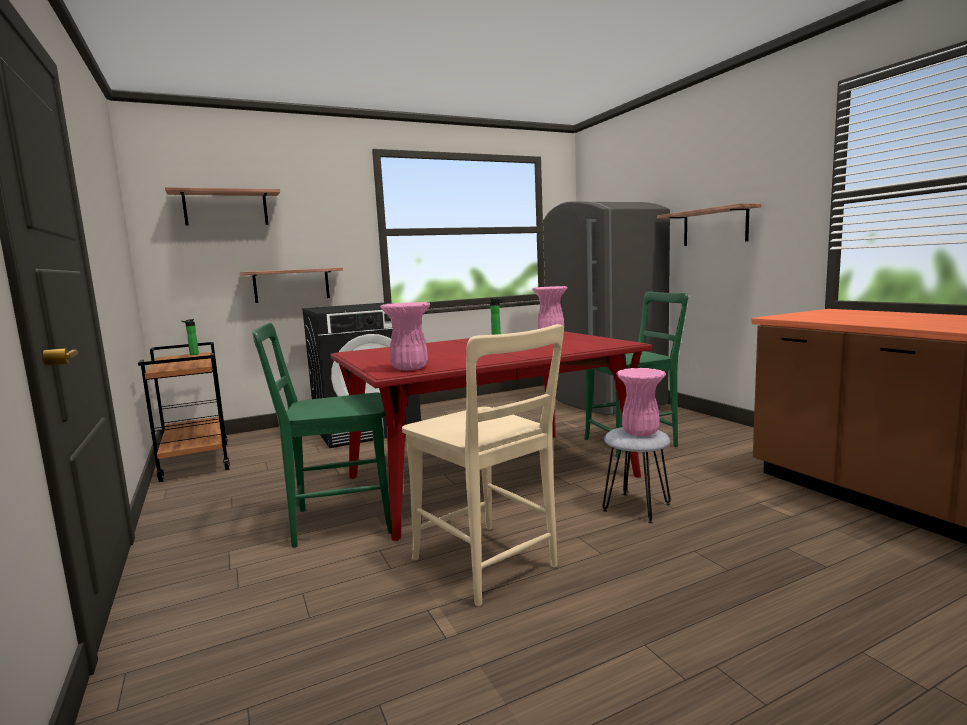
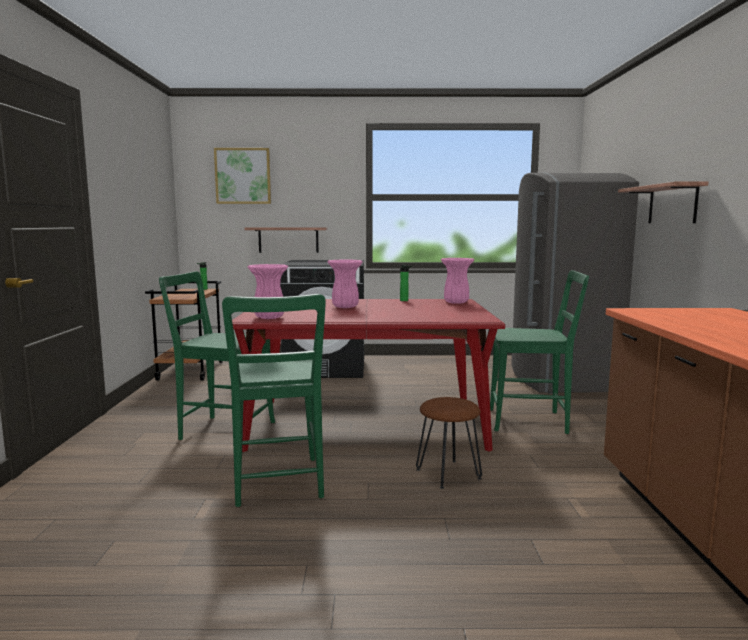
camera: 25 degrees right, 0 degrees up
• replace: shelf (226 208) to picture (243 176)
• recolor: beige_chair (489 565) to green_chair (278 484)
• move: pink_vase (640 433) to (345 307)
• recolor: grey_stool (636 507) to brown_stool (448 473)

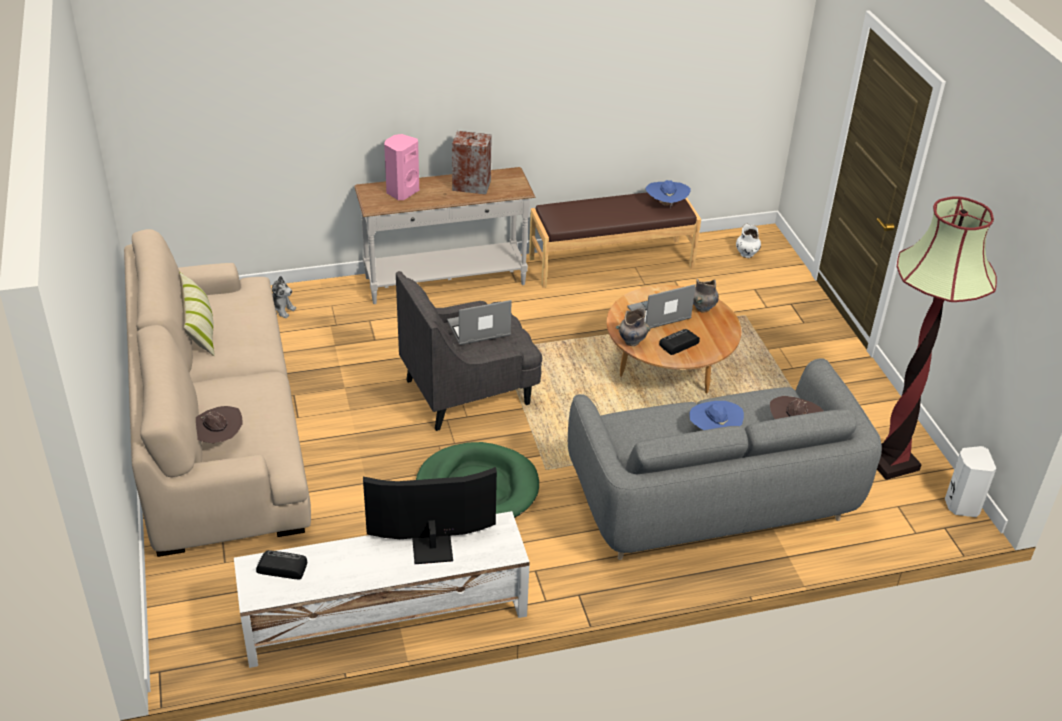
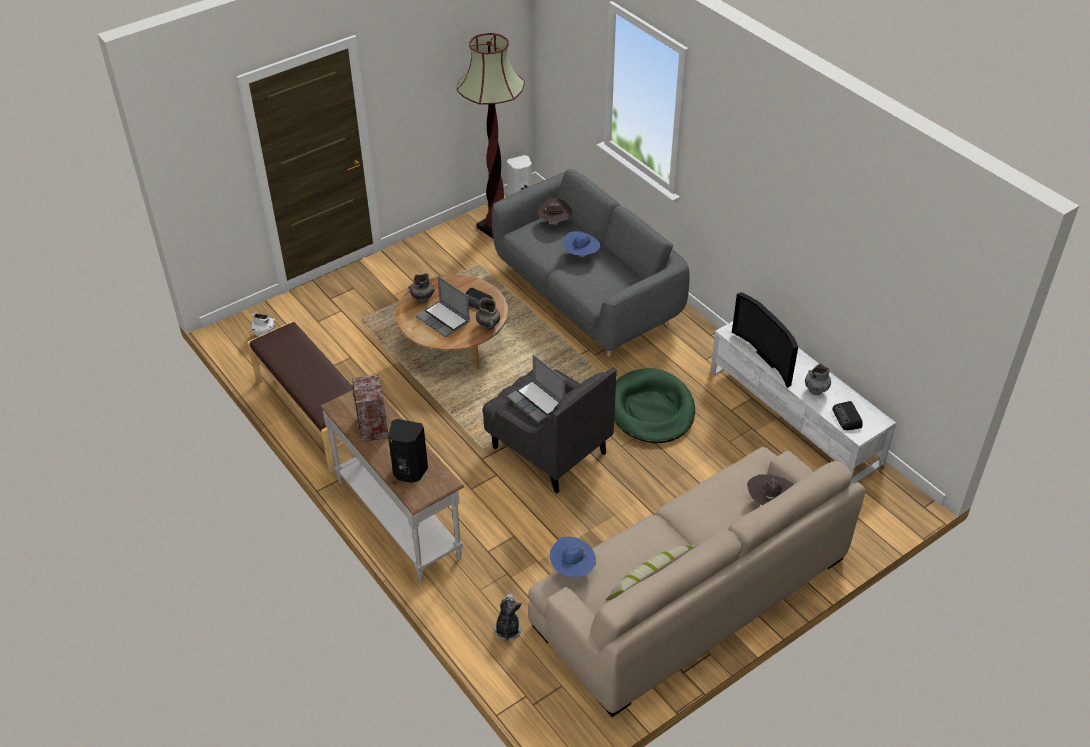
camera: 110 degrees left, 5 degrees up
• recolor: pink_speaker (401 192) to black_speaker (409 472)
• move: blue_hat (666 205) to (572 569)
• insert: grey_vase (815 390)

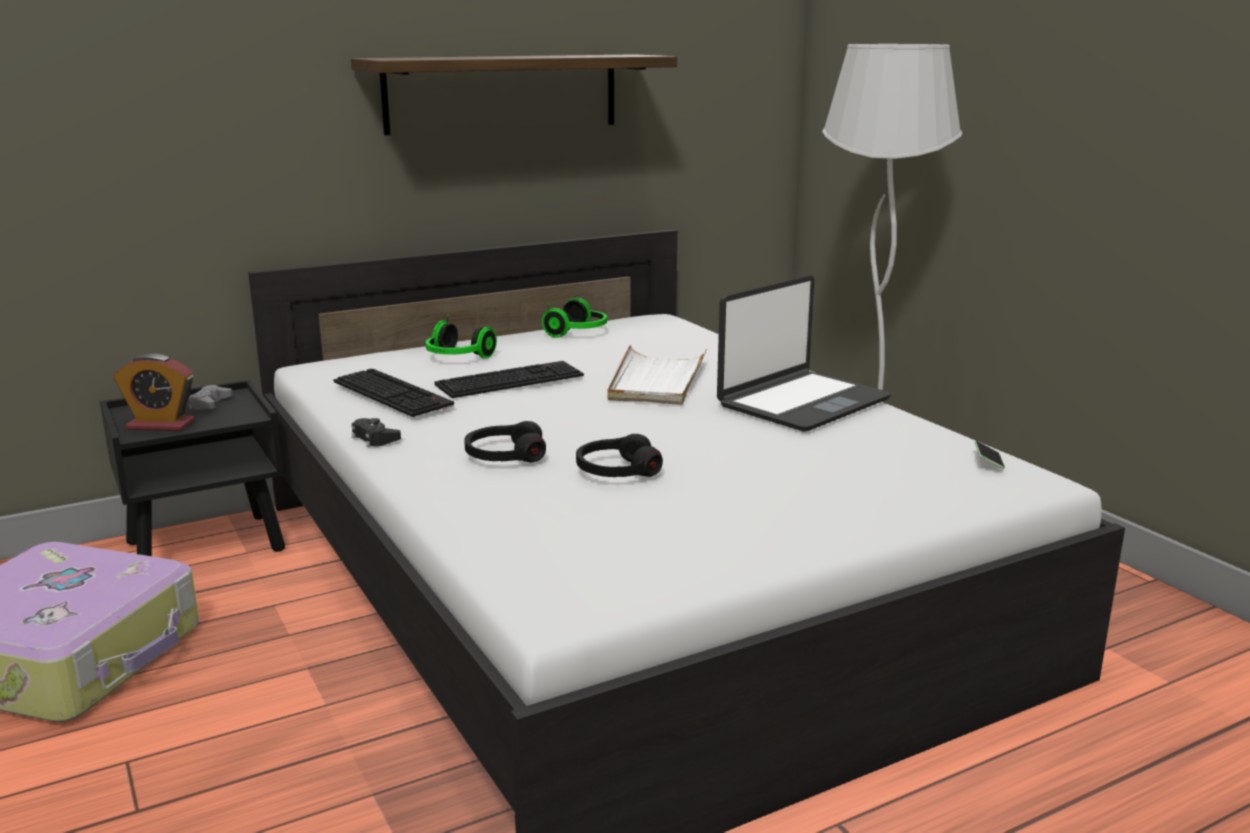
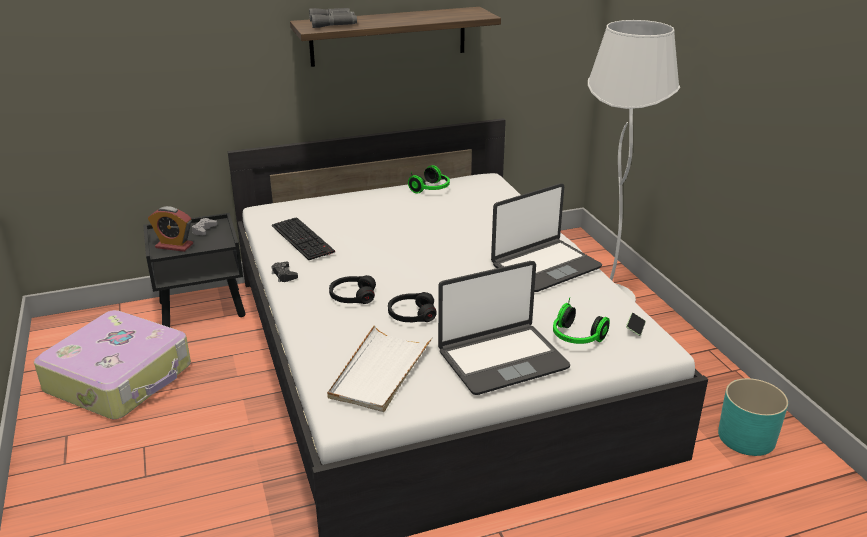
camera: 10 degrees right, 10 degrees up
• insert: grey_binoculars (334 23)
• move: white_tray (656 380) to (380 372)
• insert: laptop (502 359)
• move: headphones (456 358) to (576 338)
• insert: turquoise_planter (746 437)
• delete: keyboard (510 379)

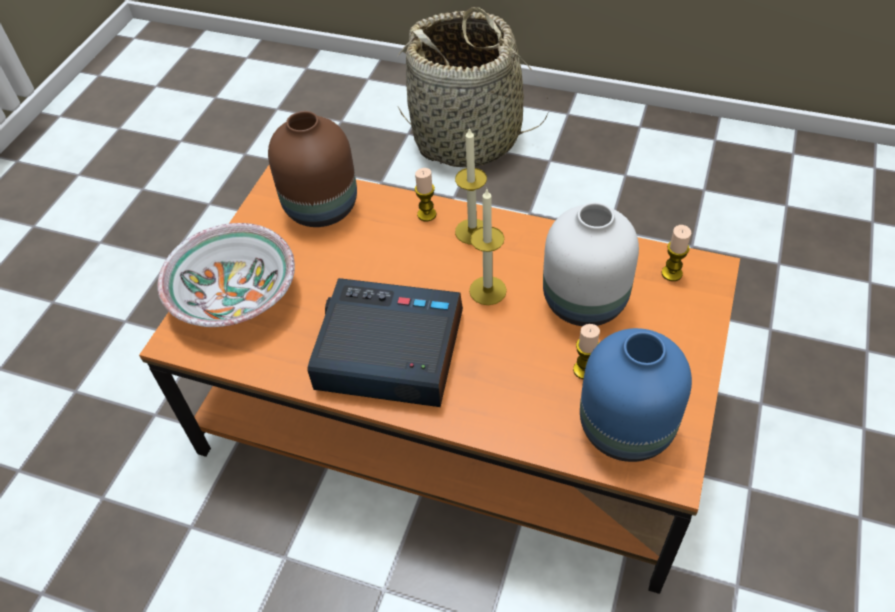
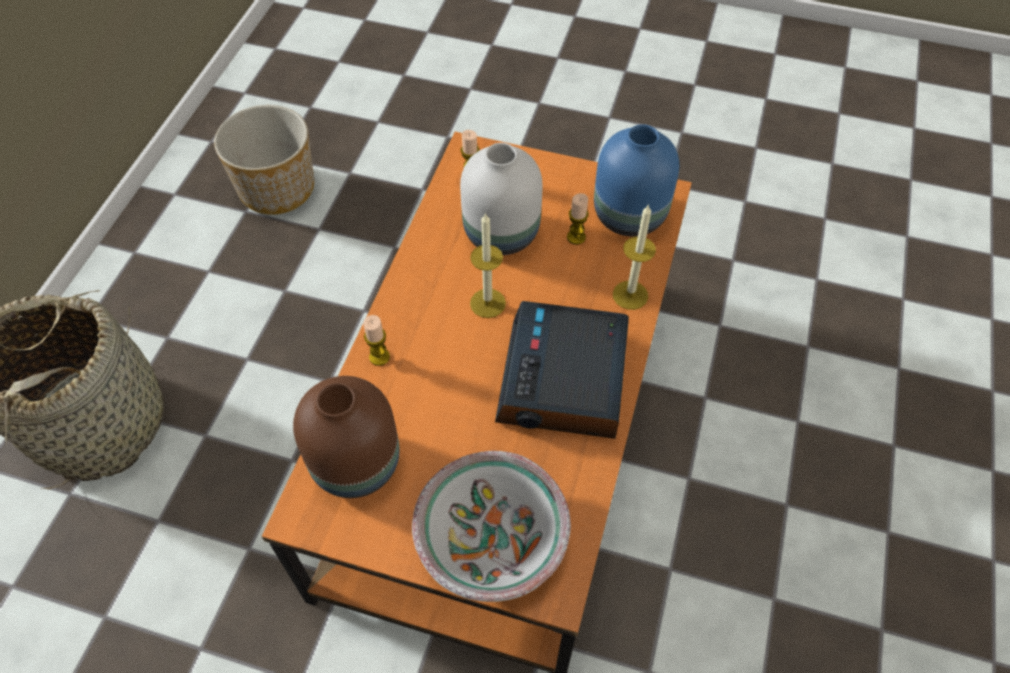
camera: 95 degrees left, 5 degrees up
• insert: planter (278 188)
• move: candle (472 231) to (630 295)

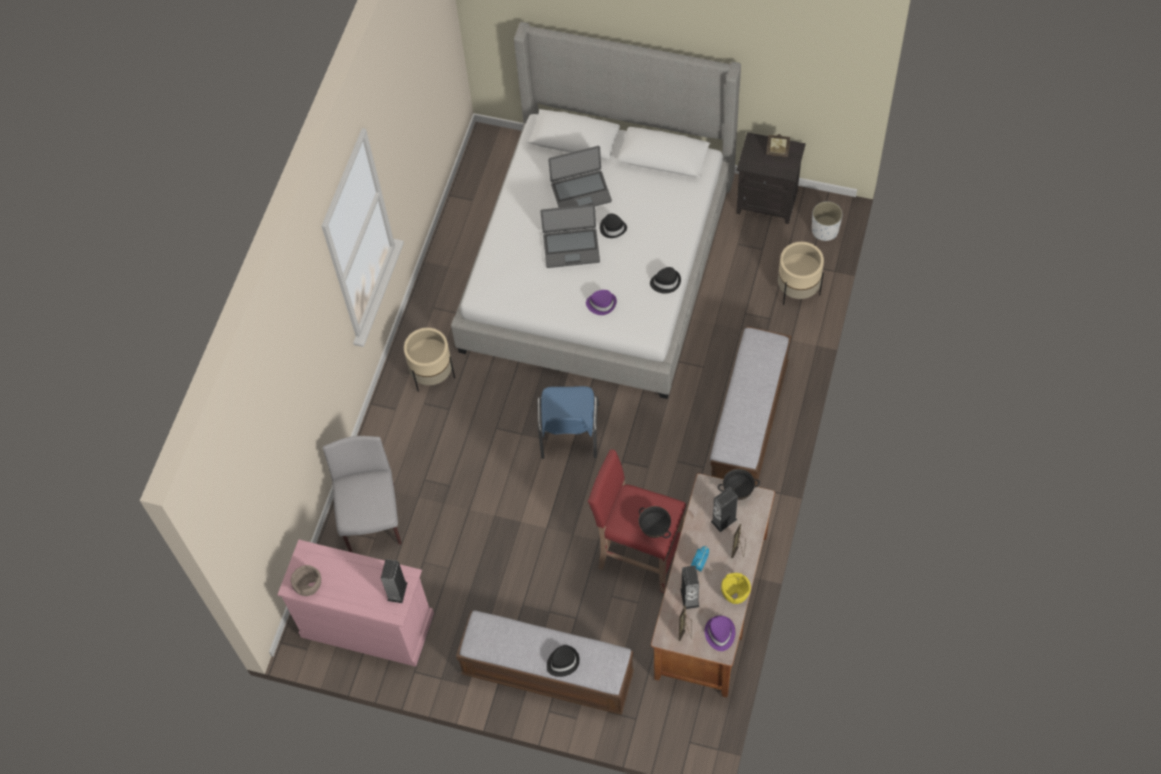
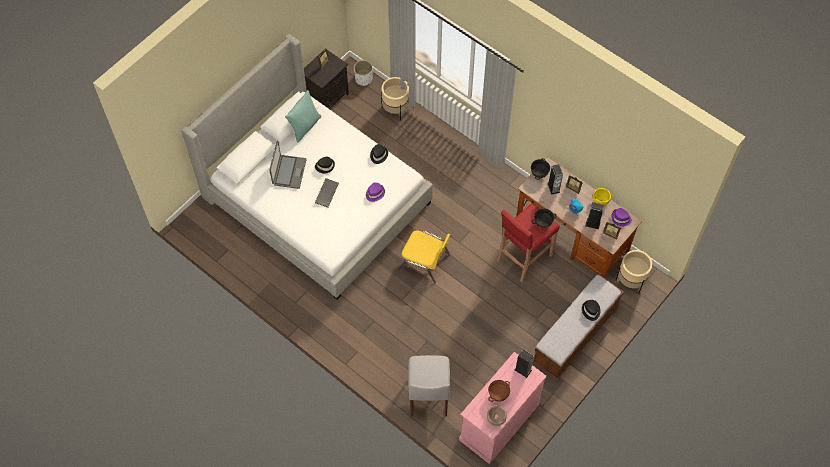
camera: 70 degrees left, 0 degrees up
• insert: turquoise_pillow (305 127)
• replace: laptop (571 247) to keyboard (326 192)
• recolor: blue_chair (569 432) to yellow_chair (425 262)
• rotate: grey_chair (372 519) = (428 393) 105 degrees counterclockwise
• insert: brown_bowl (498 394)
• move: beige_planter (432 375) to (631 281)
• delete: bench (749 423)

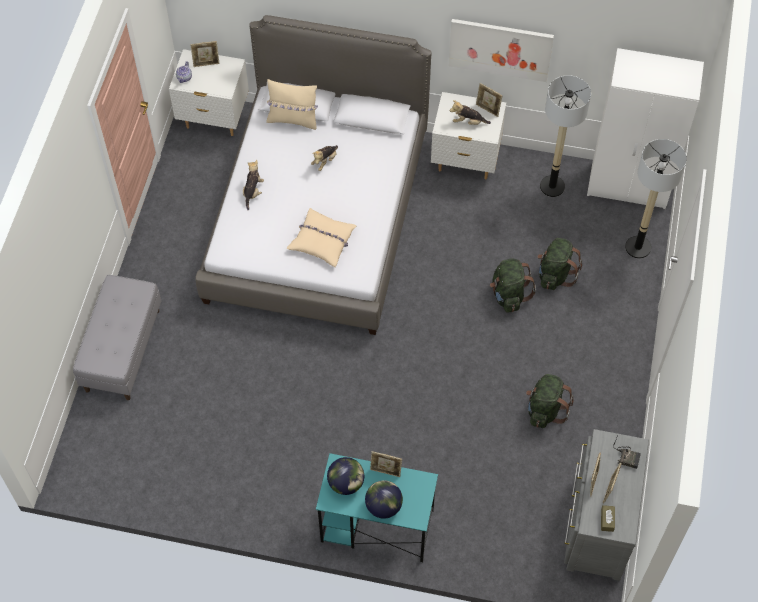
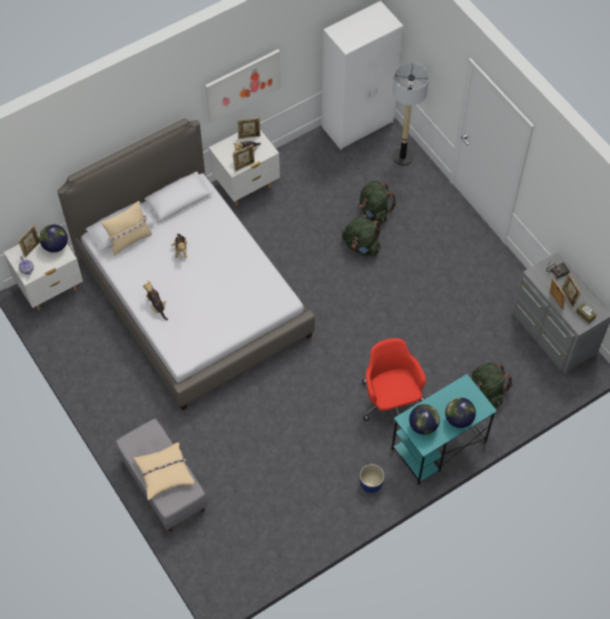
camera: 45 degrees left, 0 degrees up
• insert: globe (55 246)
• move: beige_pillow (322 241) to (164 473)
• move: picture_frame (385 471) to (244 166)
• insert: blue_planter (371 483)
• insert: red_office_chair (390 401)
• move: green_backpack (545 410) to (487 392)
• delete: floor_lamp (552 186)

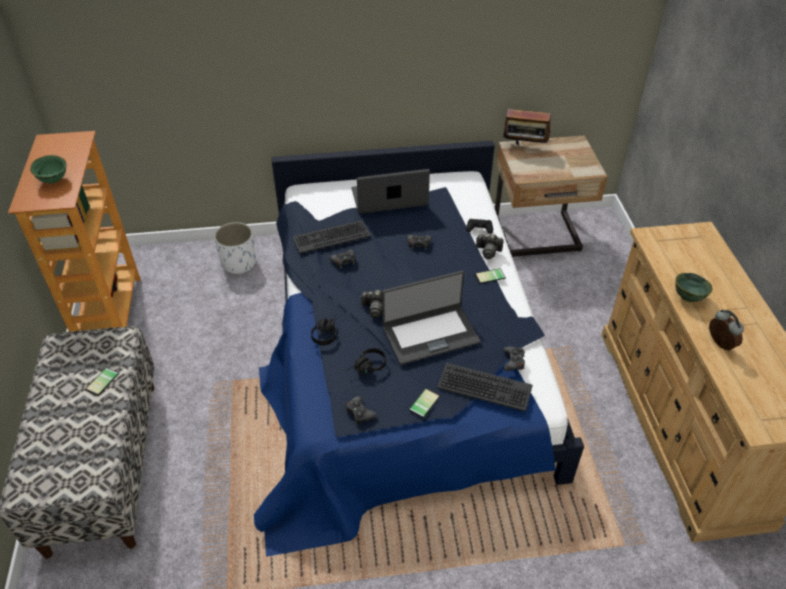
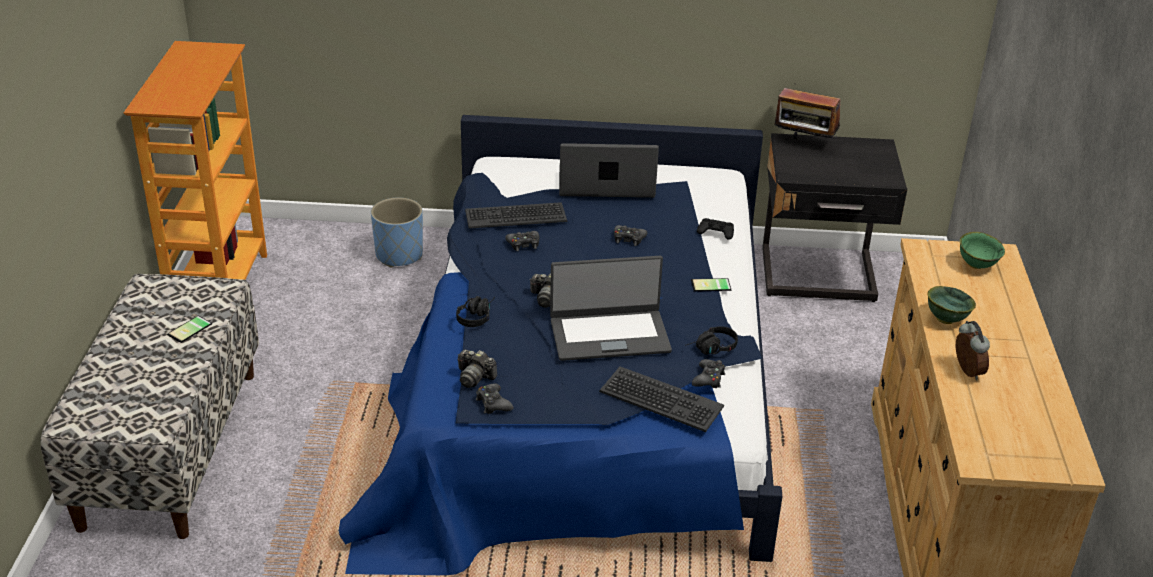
camera: 10 degrees right, 10 degrees down
• recolor: white_planter (239 263) to blue_planter (399 255)
• move: photo_camera (488 251) to (474 377)
• move: black_headphones (366 368) to (711 349)
• recolor: beige_nightstand (537 237) to black_nightstand (819 277)
• move: green_bowl (54 180) to (977 265)
• delete: phone (423 402)

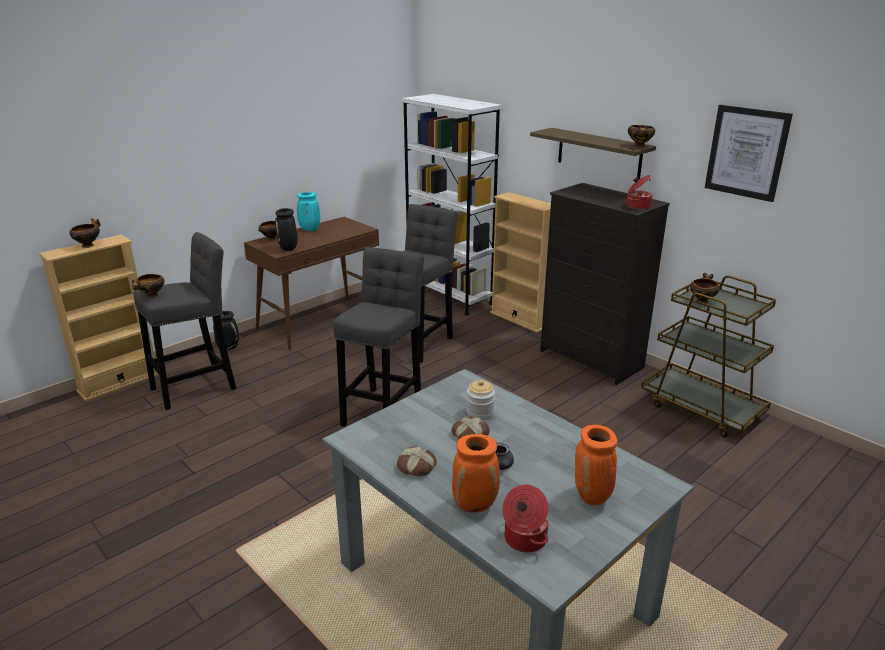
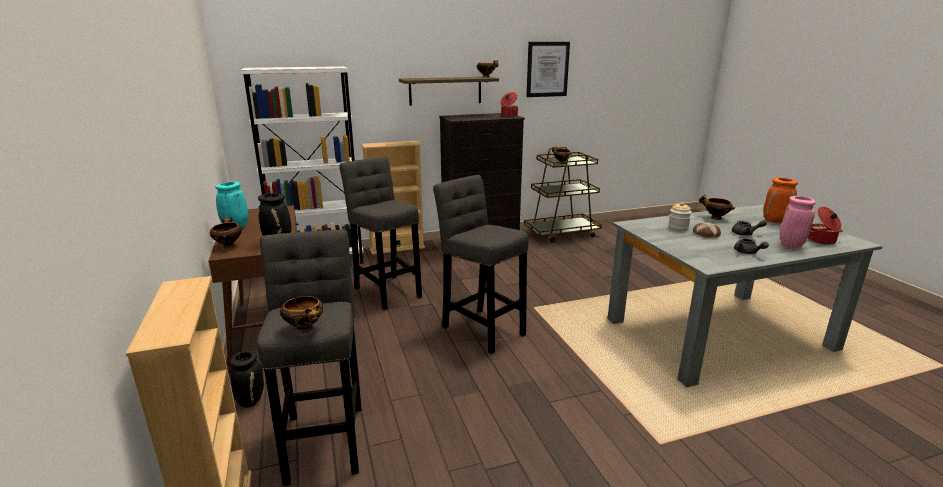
camera: 65 degrees left, 5 degrees down
• move: bowl (88 245) to (714 218)
• replace: bread (416 466) to grey_teapot (747 253)
• recolor: orange_vase (475 505) to pink_vase (790 245)

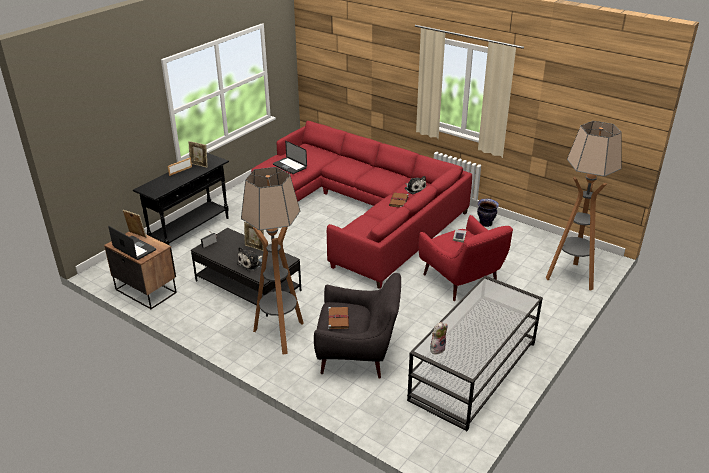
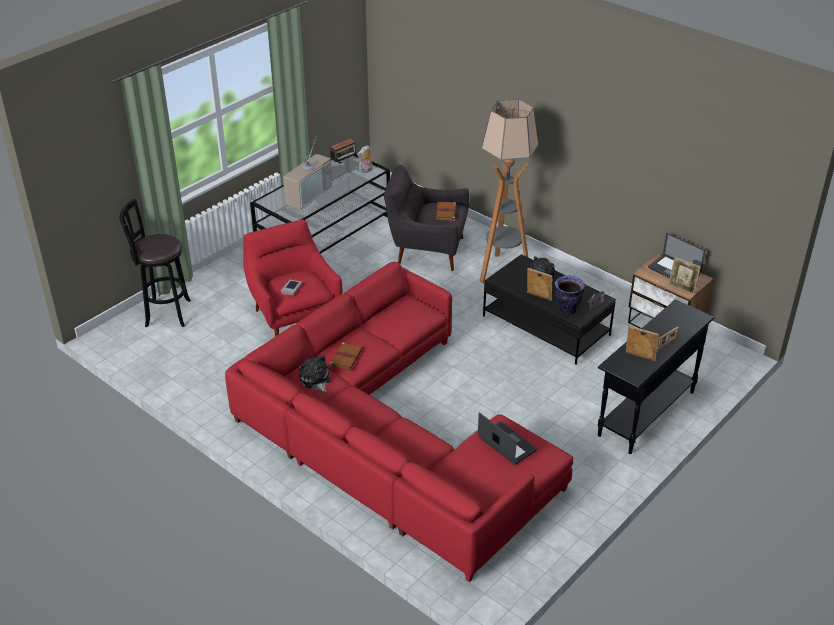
camera: 175 degrees left, 5 degrees up
• replace: floor_lamp (571 277) to black_stool (165 313)
• insert: television (307 193)
• insert: radio (344 162)
• move: vase (486 224) to (566 310)

